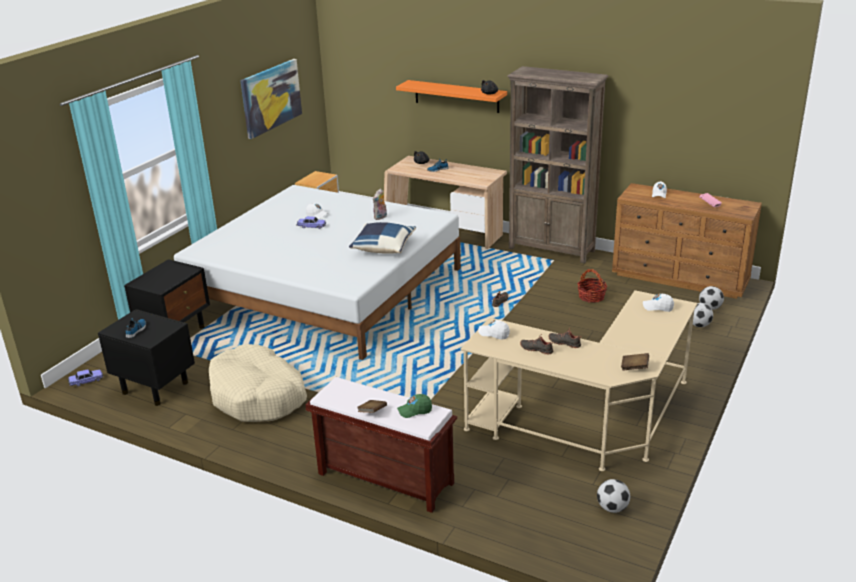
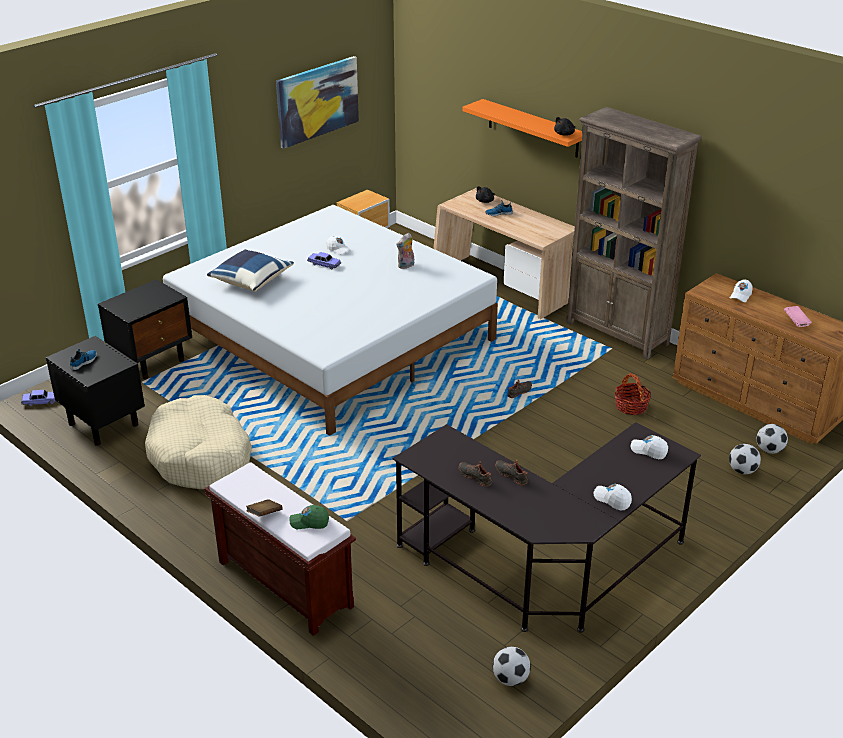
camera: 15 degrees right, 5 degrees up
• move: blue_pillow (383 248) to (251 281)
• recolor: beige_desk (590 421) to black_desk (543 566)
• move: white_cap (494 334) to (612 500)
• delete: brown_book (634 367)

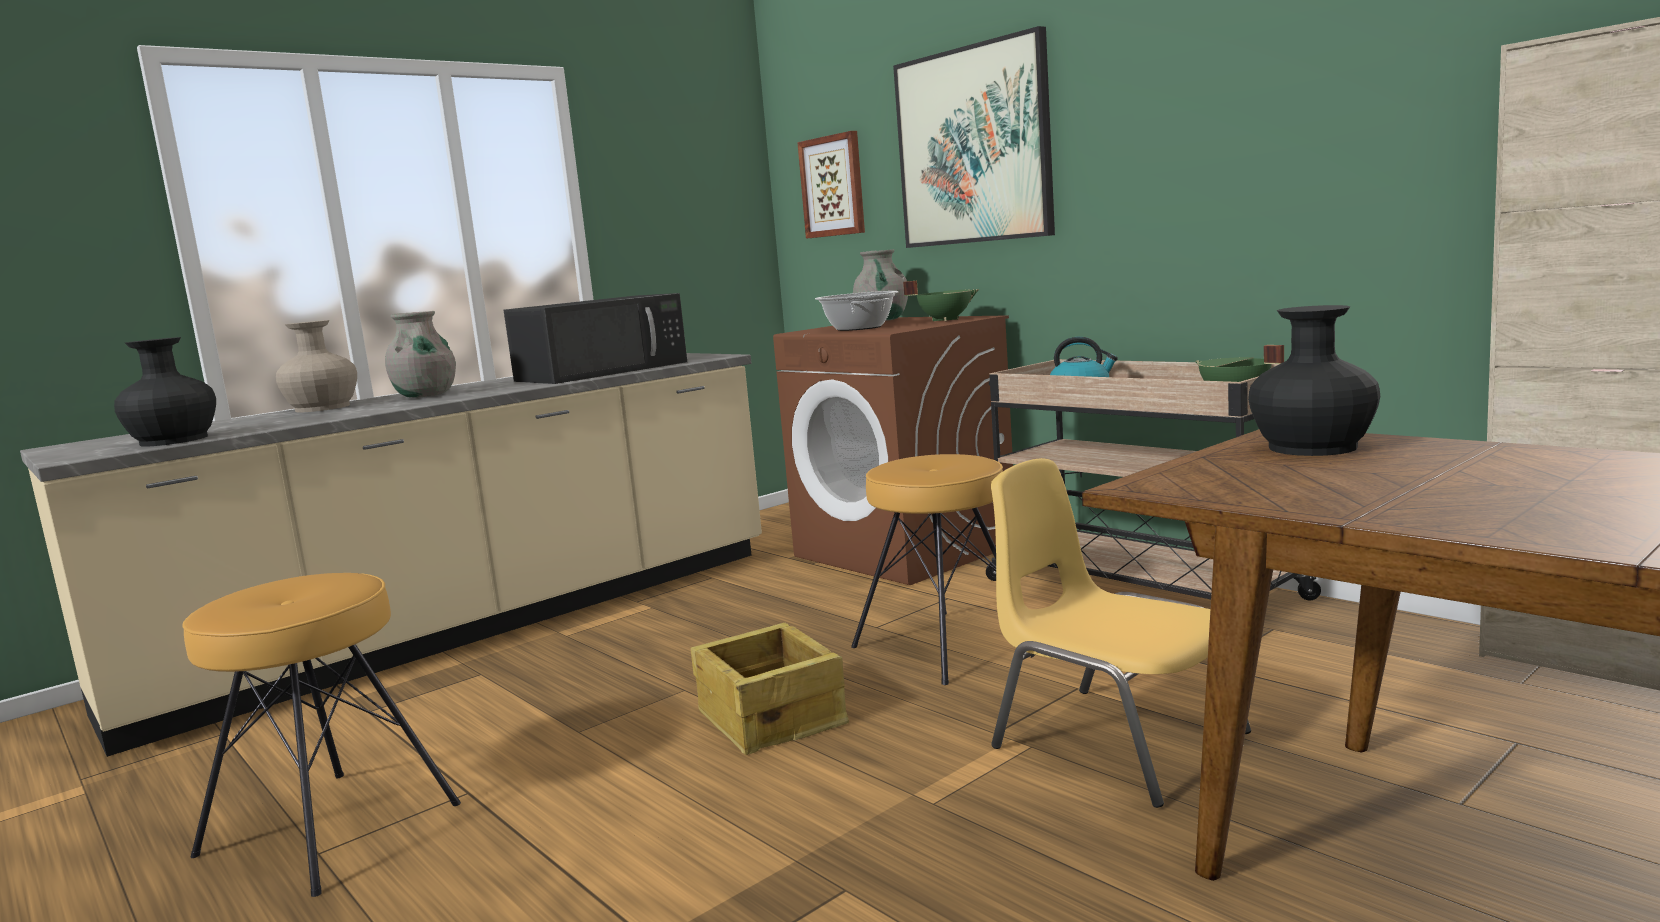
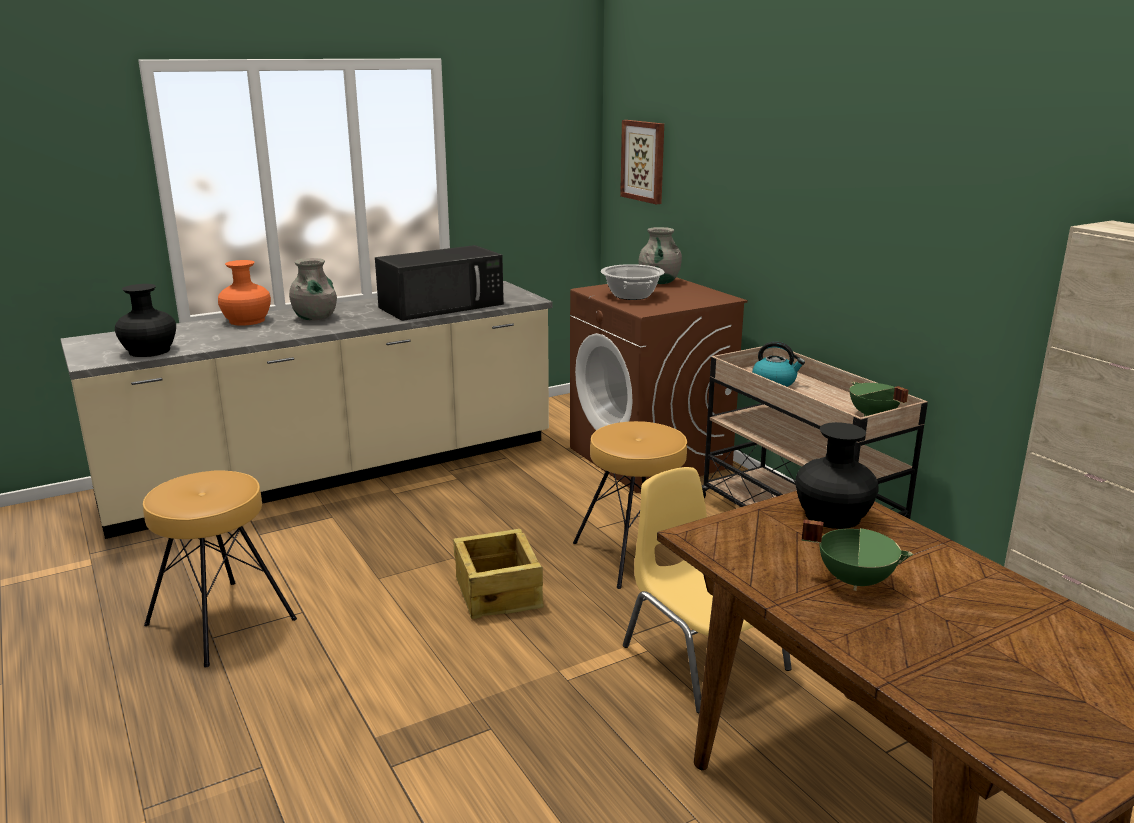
camera: 10 degrees right, 10 degrees up
• recolor: beige_vase (322 408) to orange_vase (247 320)
• move: green_cooking_pot (945 320) to (854 580)
• delete: picture (973 146)

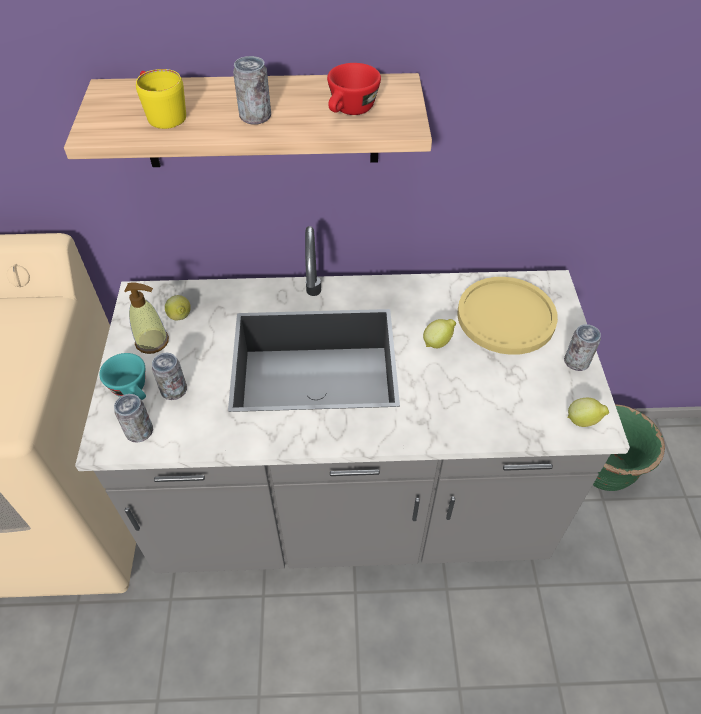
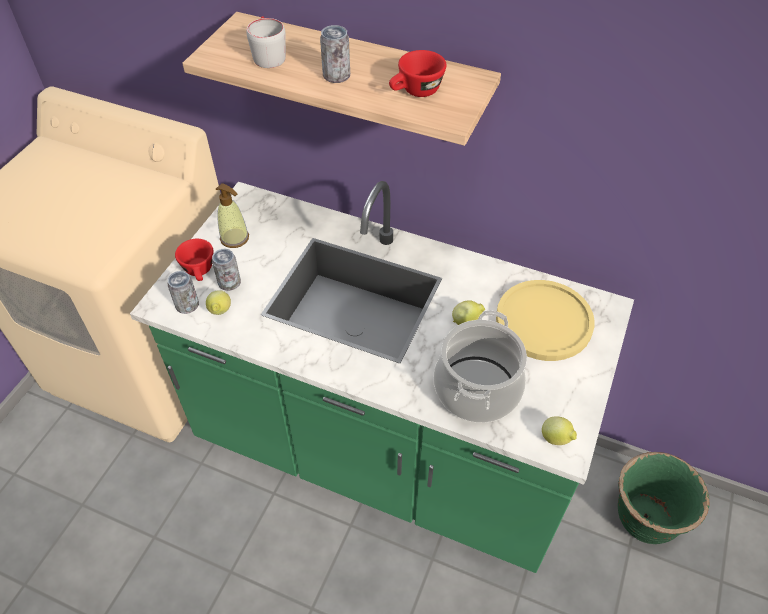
camera: 25 degrees right, 0 degrees up
• recolor: grey_counter (350 506) to green_counter (384 451)
• recolor: turquoise_cup (133 390) to red_cup (200 271)
• move: lemon (181 318) to (220 312)
• recolor: yellow_mug (162 114) to grey_mug (268 54)
• insert: cooking_pot (476 388)
• delete: can (576 362)

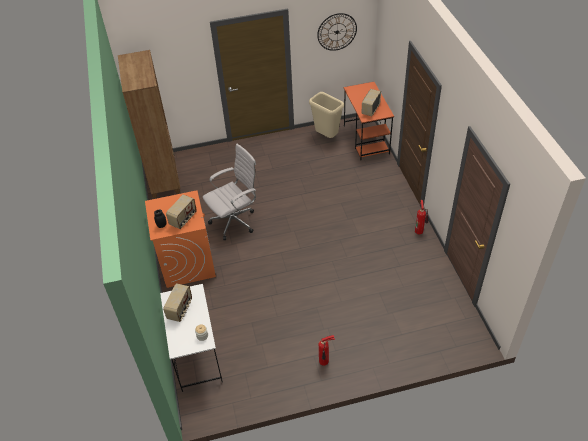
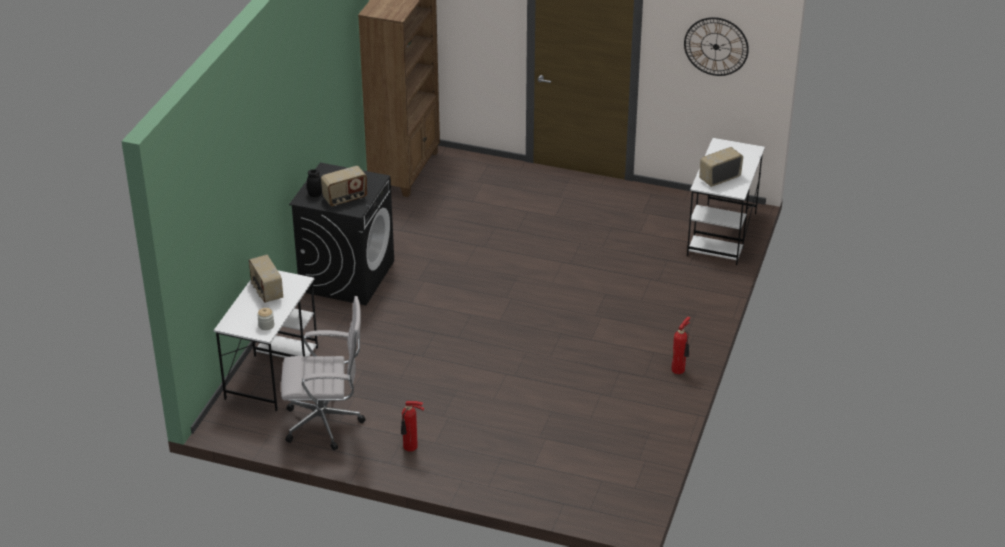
camera: 30 degrees right, 10 degrees down
• rotate: radio (180 309) = (266 291) 105 degrees clockwise
• move: white_office_chair (235 221) to (327 423)
• recolor: orange_washing_machine (187 262) to black_washing_machine (347 276)
• recolor: orange_desk (366 140) to white_desk (722 234)
• delete: beige_trash_can (327 136)

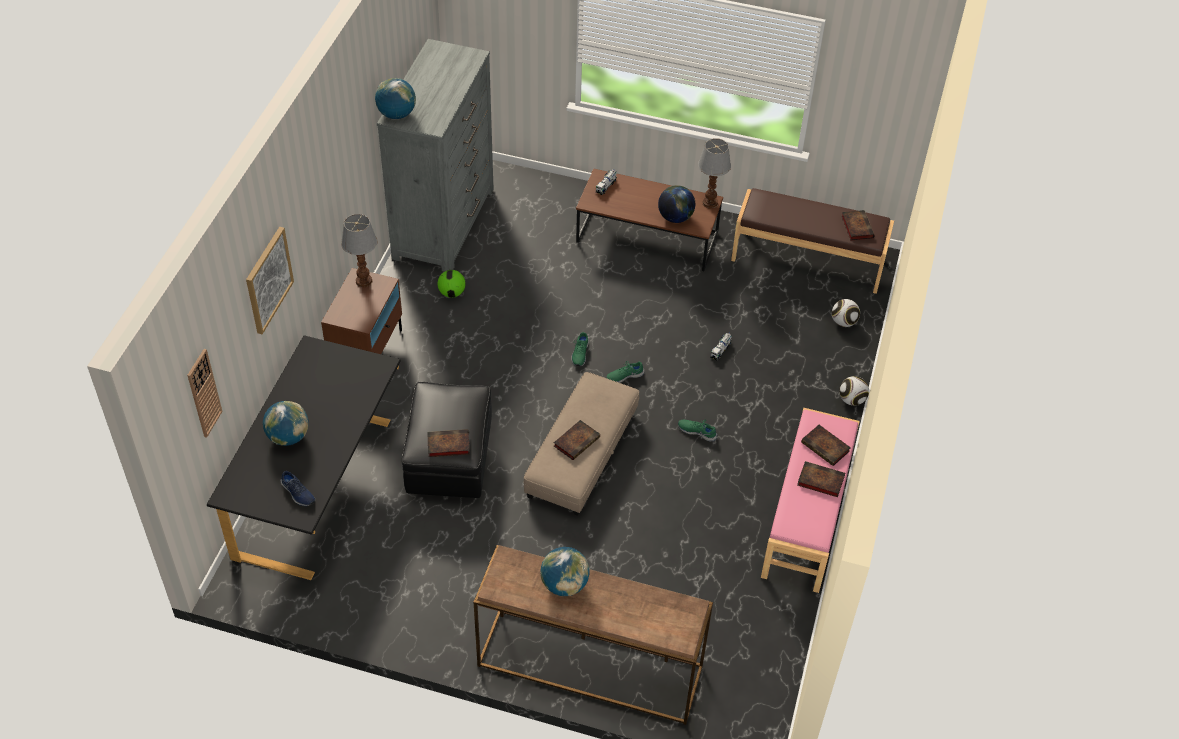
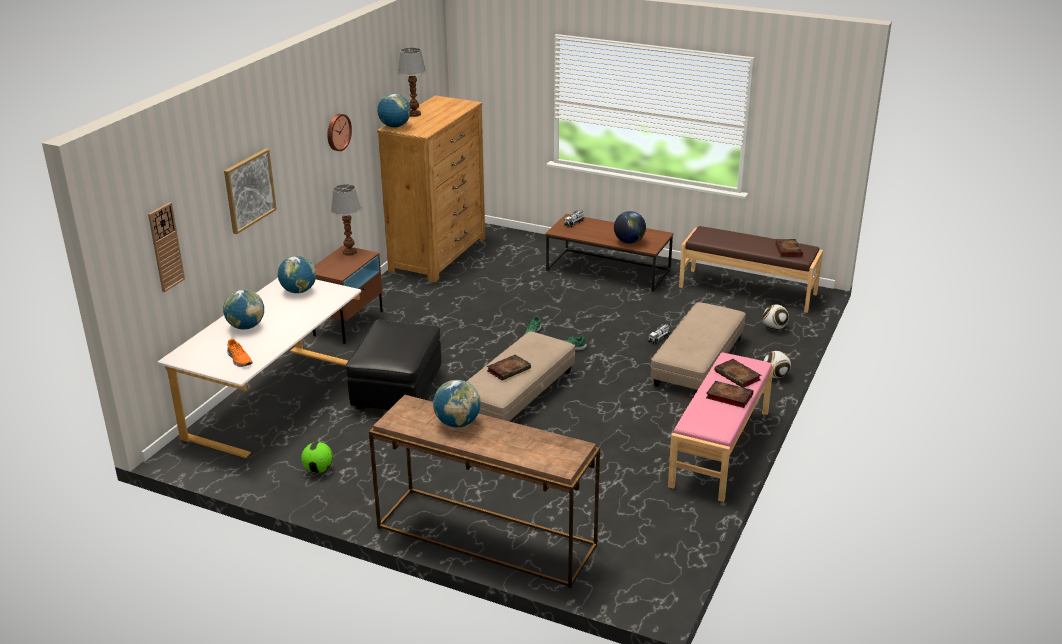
camera: 10 degrees right, 20 degrees down
• recolor: black_desk (319 489) to white_desk (275 401)
• recolor: blue_shoe (297 493) to orange_shoe (239 359)
• insert: globe (298 291)
• move: football (452 293) to (318 469)
• insert: wall_clock (337 132)
• recolor: grey_dresser (444 223) to brown_dresser (438 255)
• move: table_lamp (709 203) to (413 114)
• insert: beige_ottoman (698 361)
• delete: book (447 445)
• delete: green_shoe (697 431)

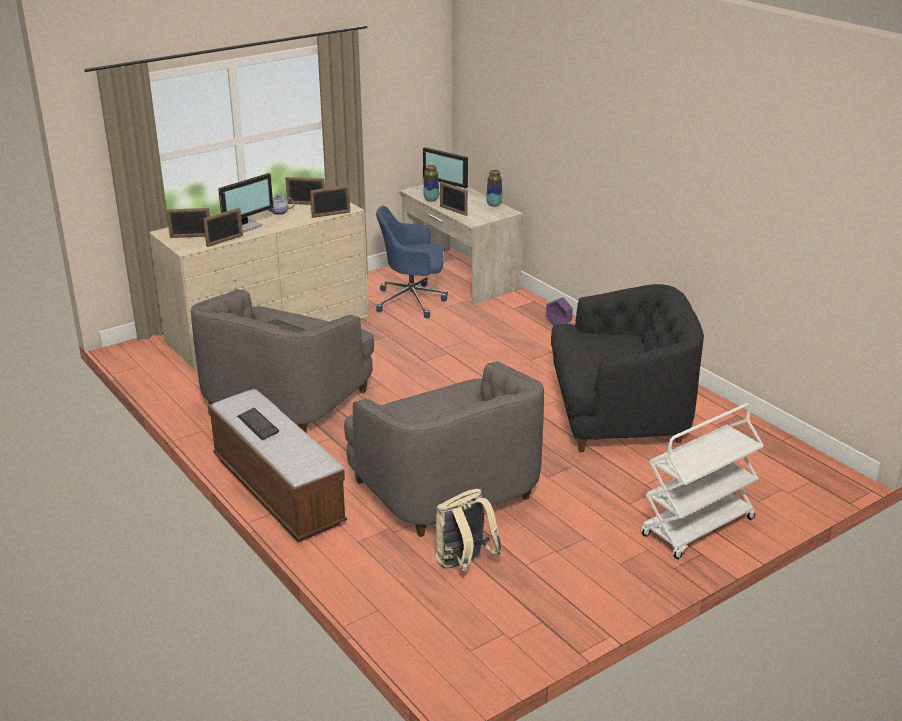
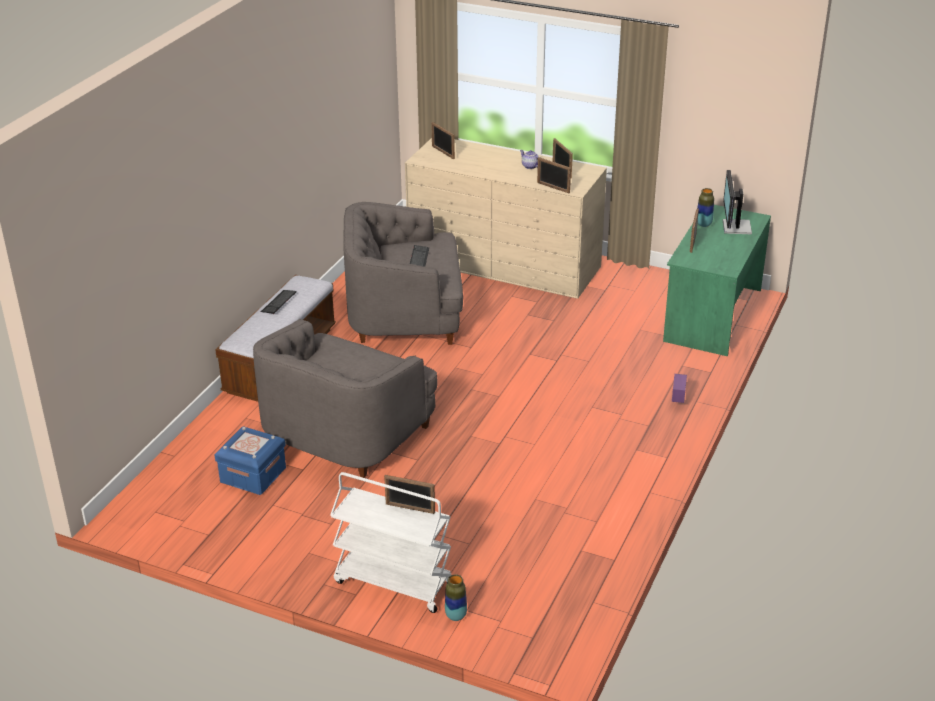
camera: 60 degrees right, 5 degrees up
• replace: beige_backpack (464 564) to blue_storage_box (253 475)
• move: picture_frame (225 241) to (410 508)
• move: vase (494 205) to (456 616)
• recolor: beige_desk (459 276) to green_desk (711 315)
• delete: monitor (243 226)
• delete: blue_office_chair (412 301)
• delete: black_armchair (618 413)

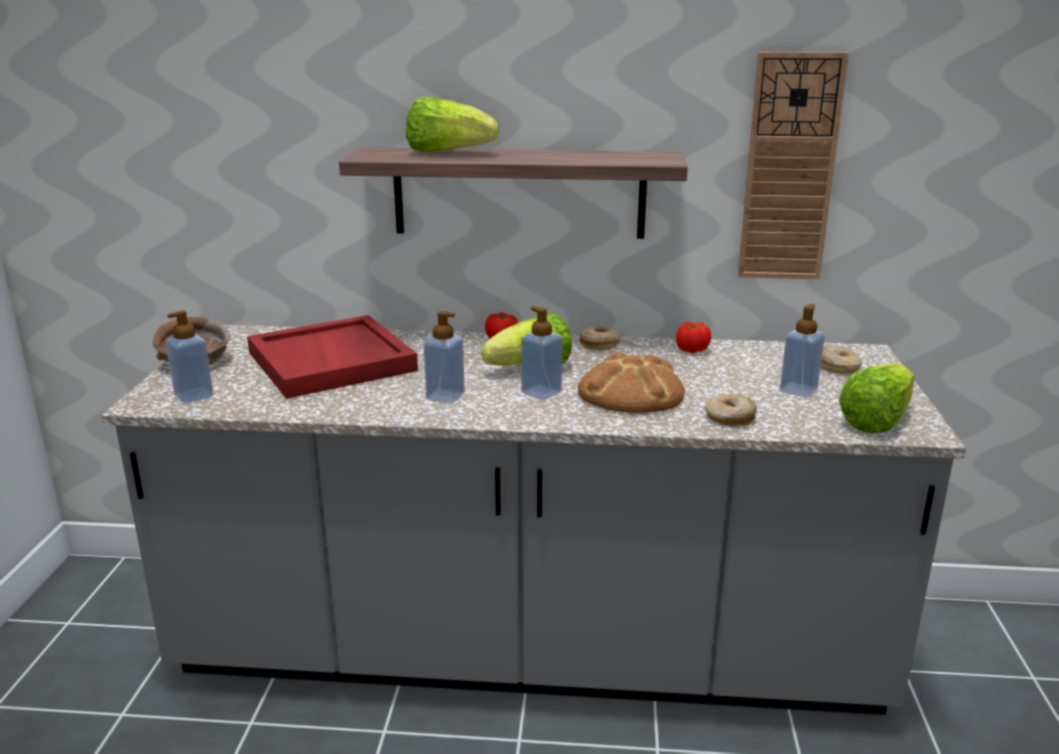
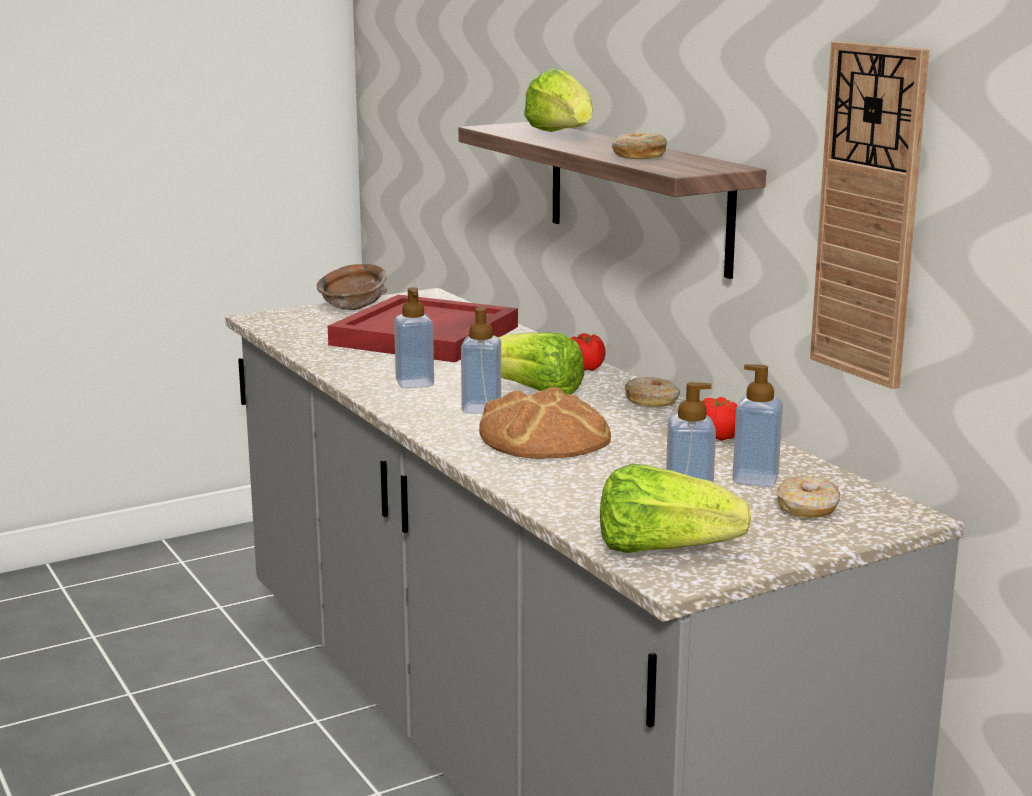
camera: 55 degrees right, 5 degrees down
• move: donut (729 418) to (638 156)
• move: soap_dispenser (194 396) to (755 479)

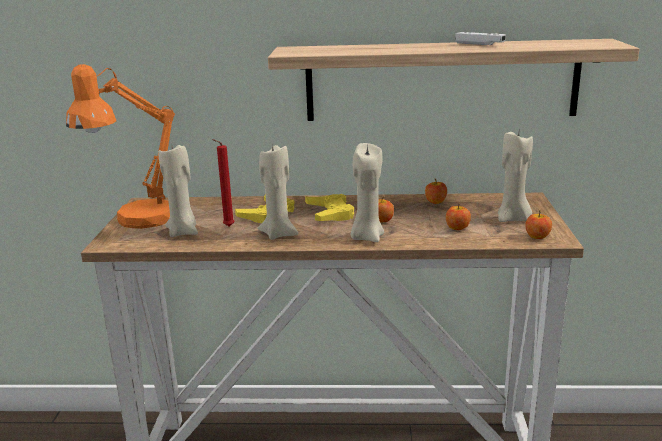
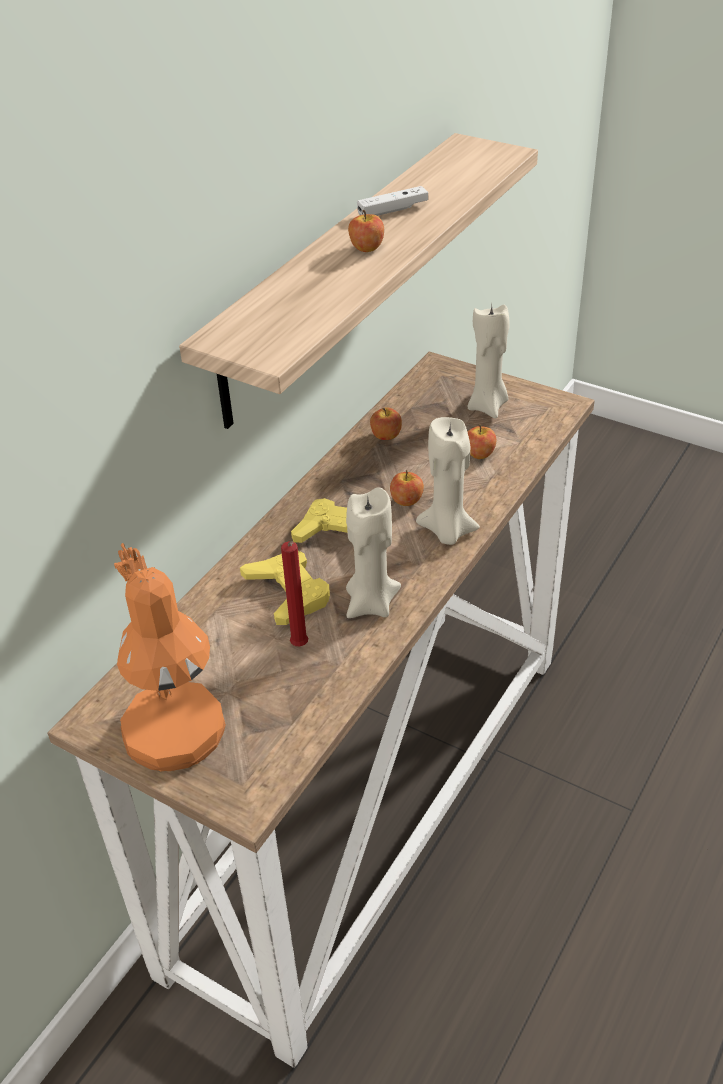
camera: 60 degrees left, 20 degrees up
• move: apple (537 237) to (366 248)
• delete: beige_candle (183 232)

